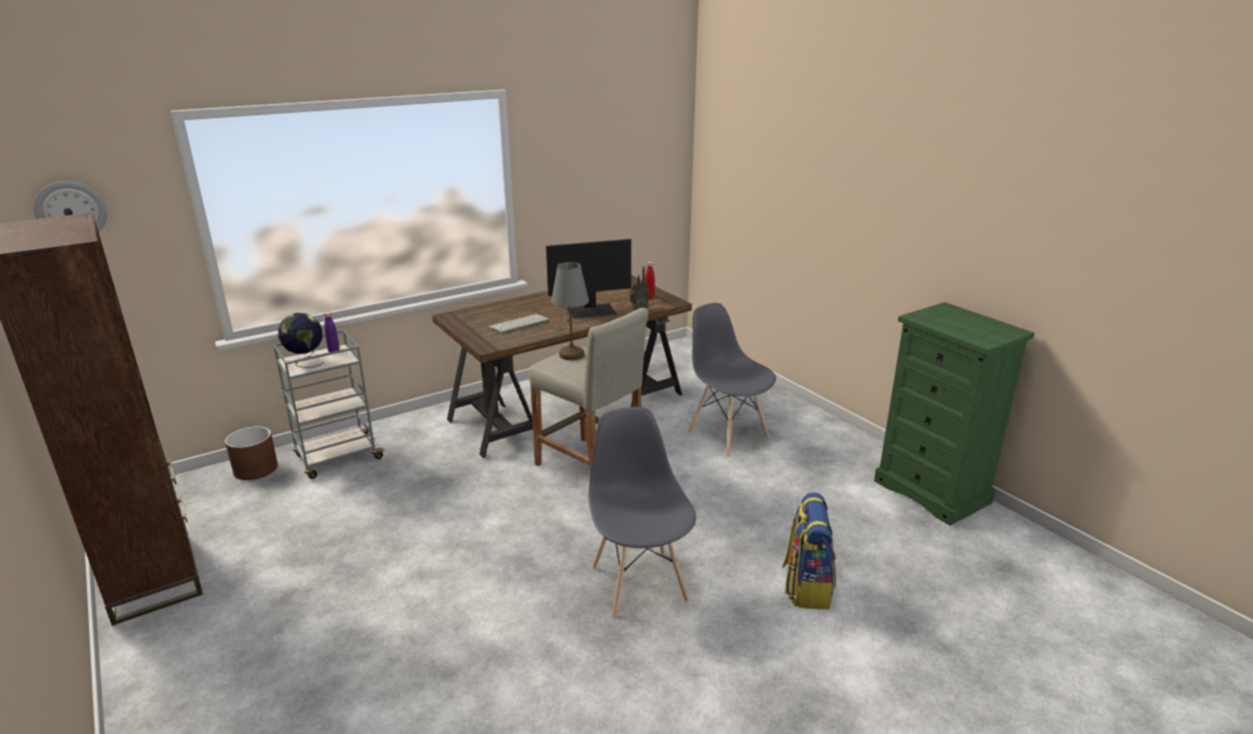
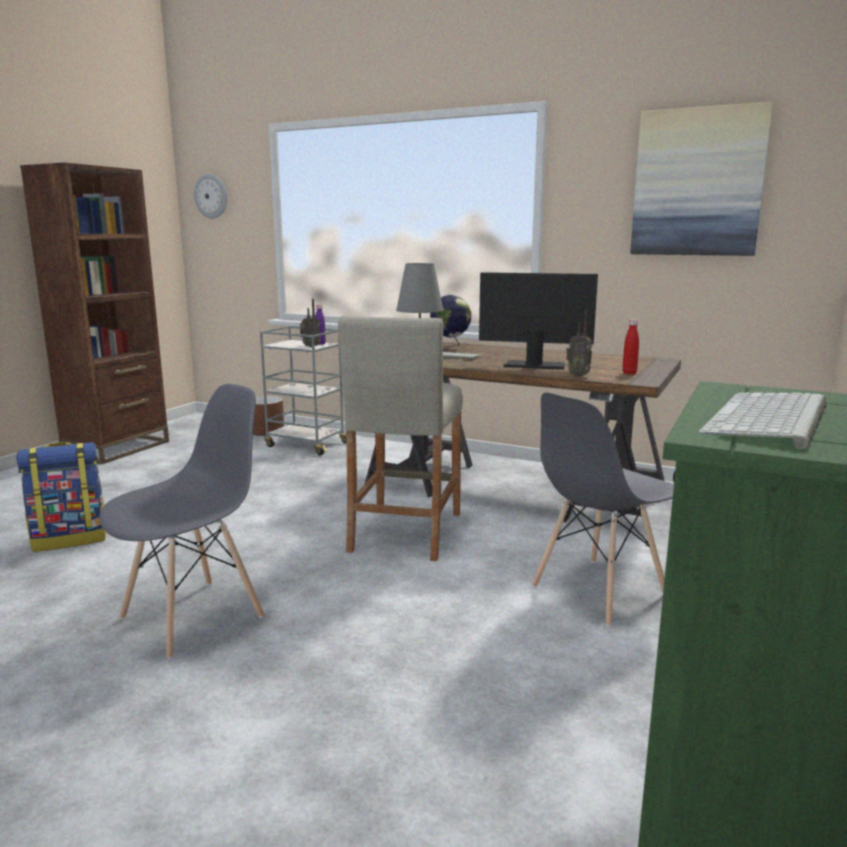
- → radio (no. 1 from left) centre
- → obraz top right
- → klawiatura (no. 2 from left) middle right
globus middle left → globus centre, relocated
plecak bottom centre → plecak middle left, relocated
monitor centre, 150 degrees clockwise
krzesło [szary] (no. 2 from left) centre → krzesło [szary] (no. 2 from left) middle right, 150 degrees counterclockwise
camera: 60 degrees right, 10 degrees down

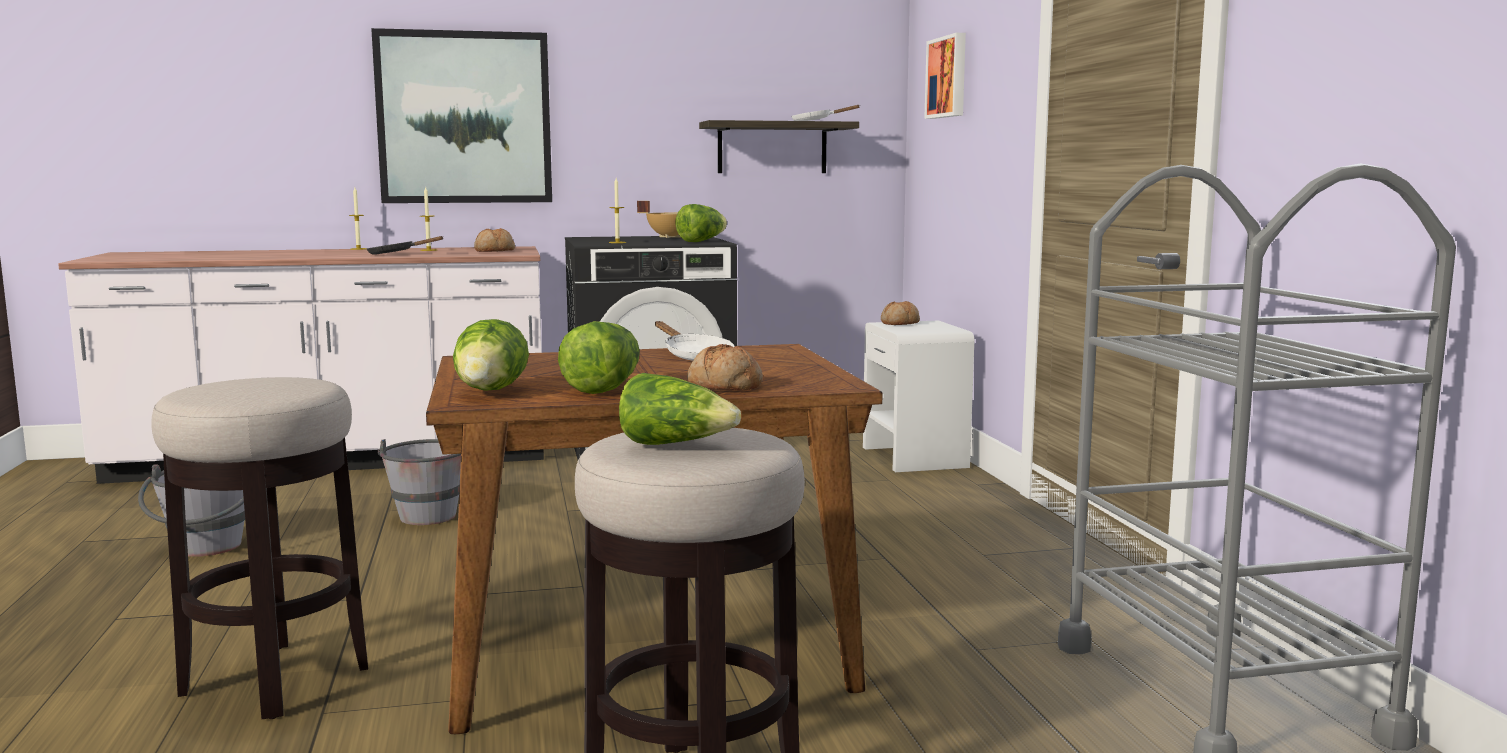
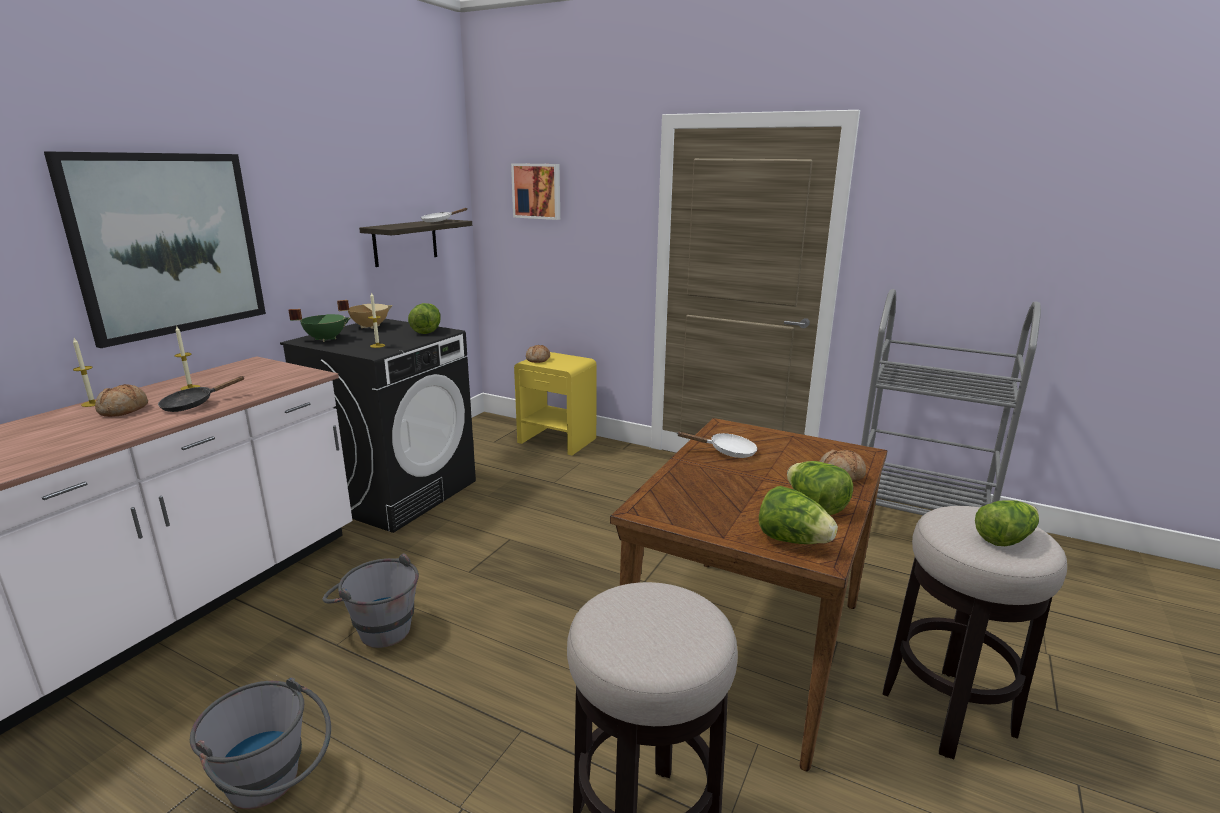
- → garnek [zielony] middle left
chleb (no. 1 from left) top left → chleb (no. 1 from left) middle left, relocated
szafka nocna [biały] centre → szafka nocna [żółty] centre
camera: 50 degrees left, 10 degrees up

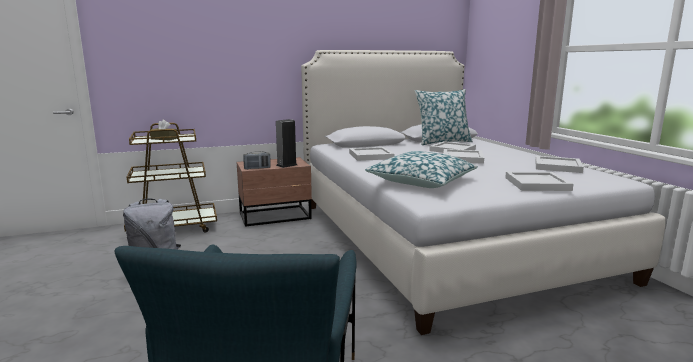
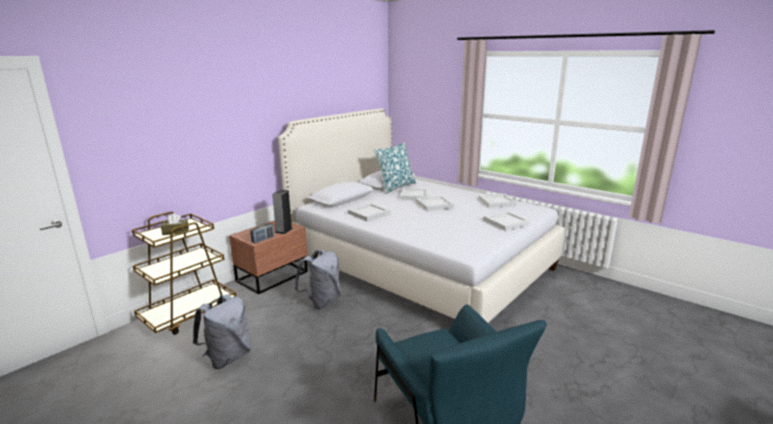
poduszka (no. 1 from left) centre → -
- → plecak [szary] (no. 2 from left) centre
camera: 30 degrees left, 5 degrees up

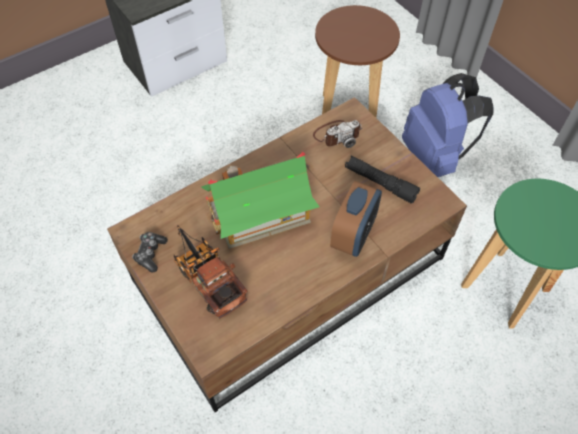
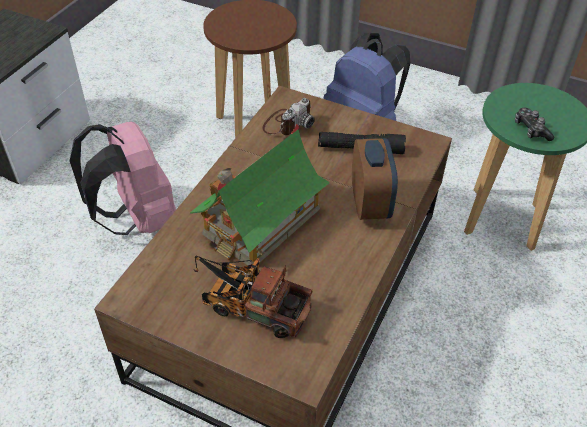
- → plecak [różowy] middle left
pad do gier middle left → pad do gier top right, relocated
camera: 30 degrees left, 10 degrees down

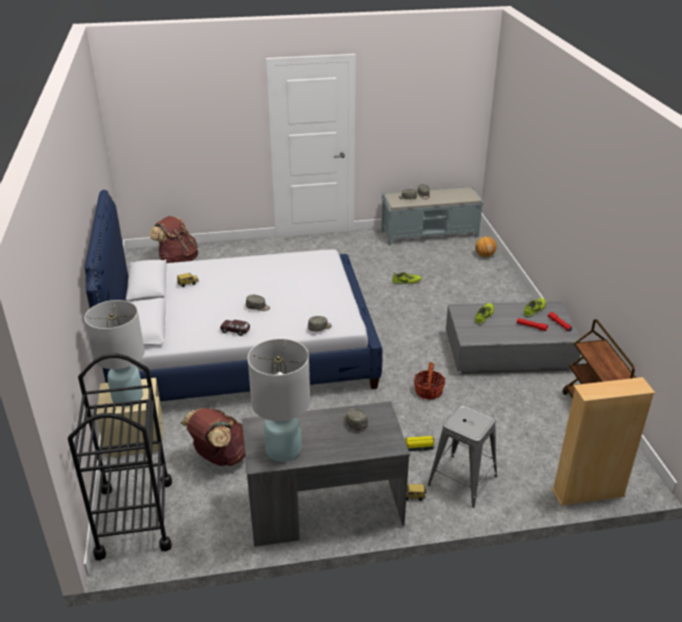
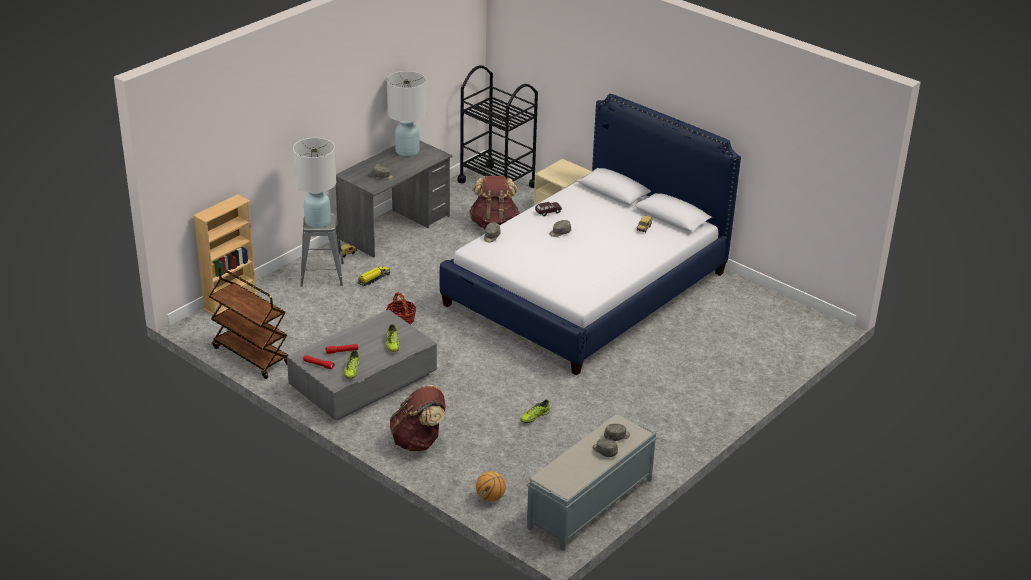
lampa stołowa [biały] (no. 1 from left) middle left → lampa stołowa [biały] (no. 1 from left) top left, relocated
plecak [brązowy] (no. 1 from left) middle left → plecak [brązowy] (no. 1 from left) bottom centre, relocated
camera: 140 degrees right, 0 degrees up

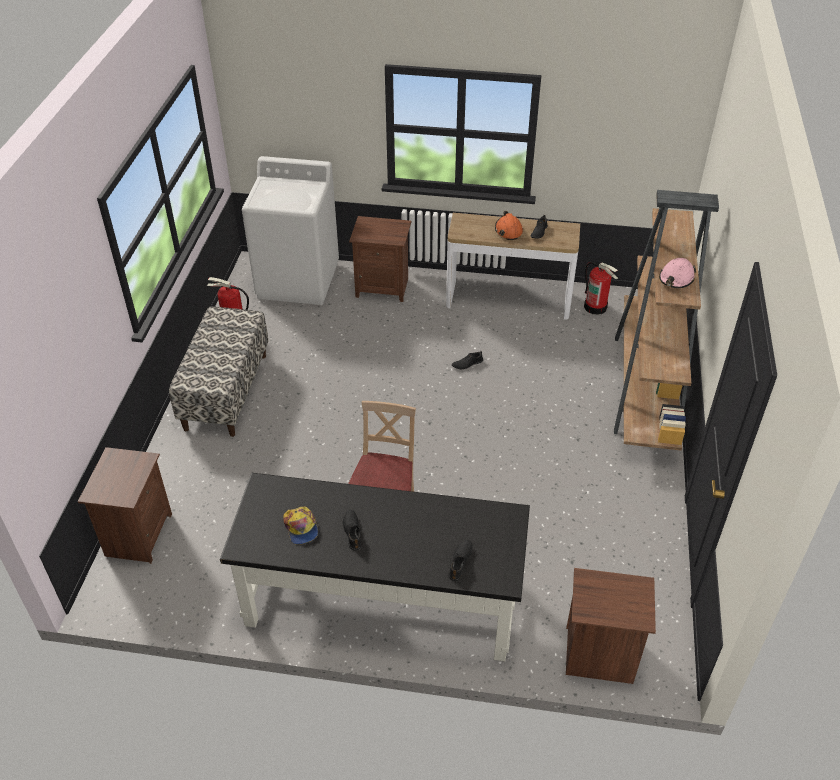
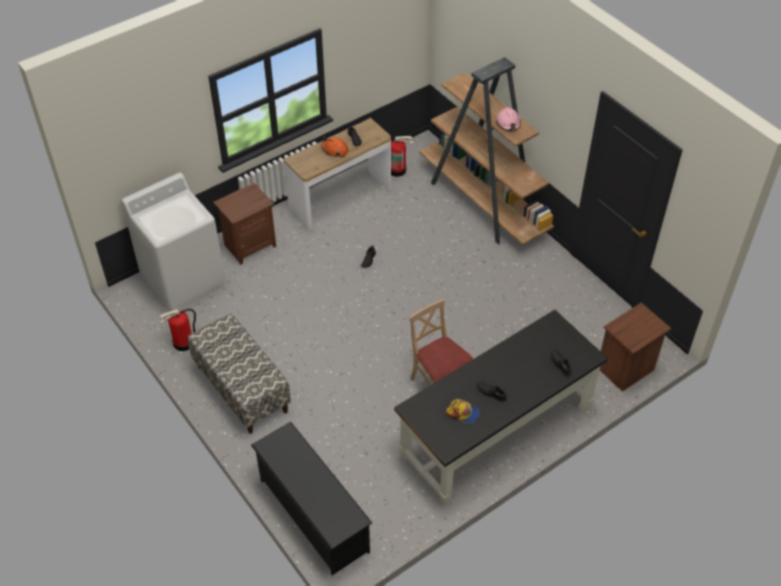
szafka nocna [brązowy] (no. 1 from left) middle left → regał na buty [czarny] bottom centre
camera: 45 degrees left, 5 degrees up

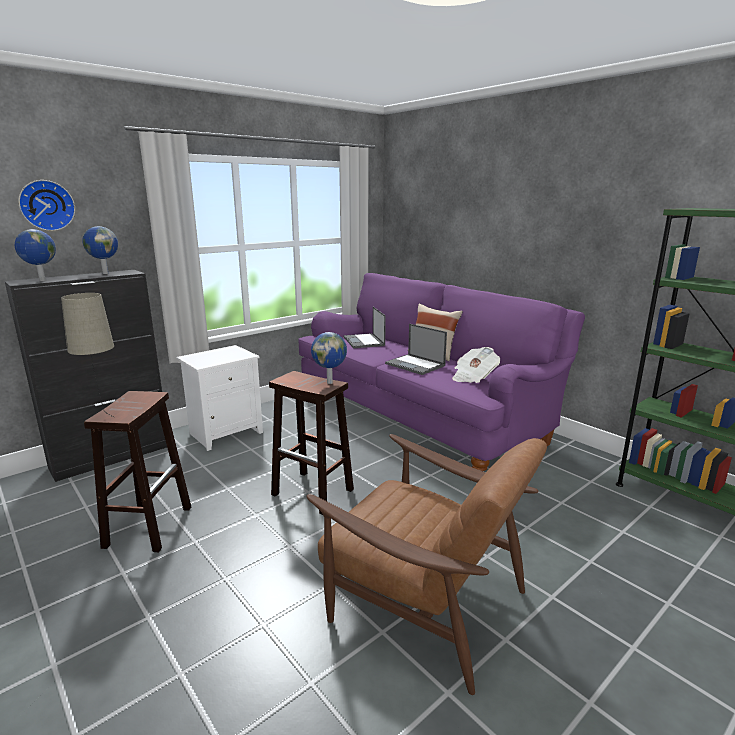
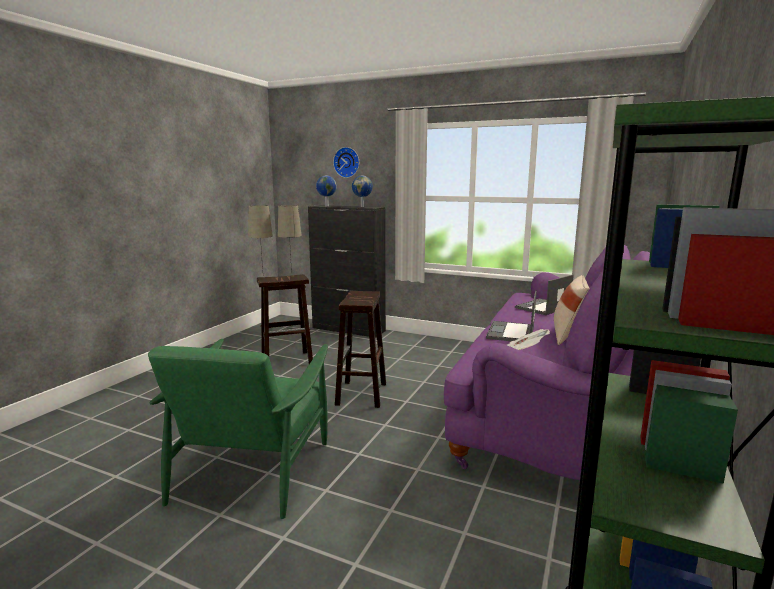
szafka nocna [biały] middle left → -
globus (no. 3 from left) centre → -
- → lampa stołowa [beżowy] (no. 2 from left) centre
fotel [brązowy] bottom centre → fotel [zielony] bottom left
camera: 65 degrees right, 5 degrees down

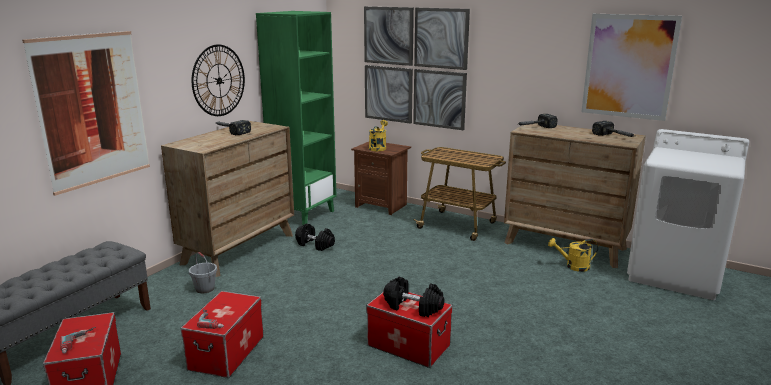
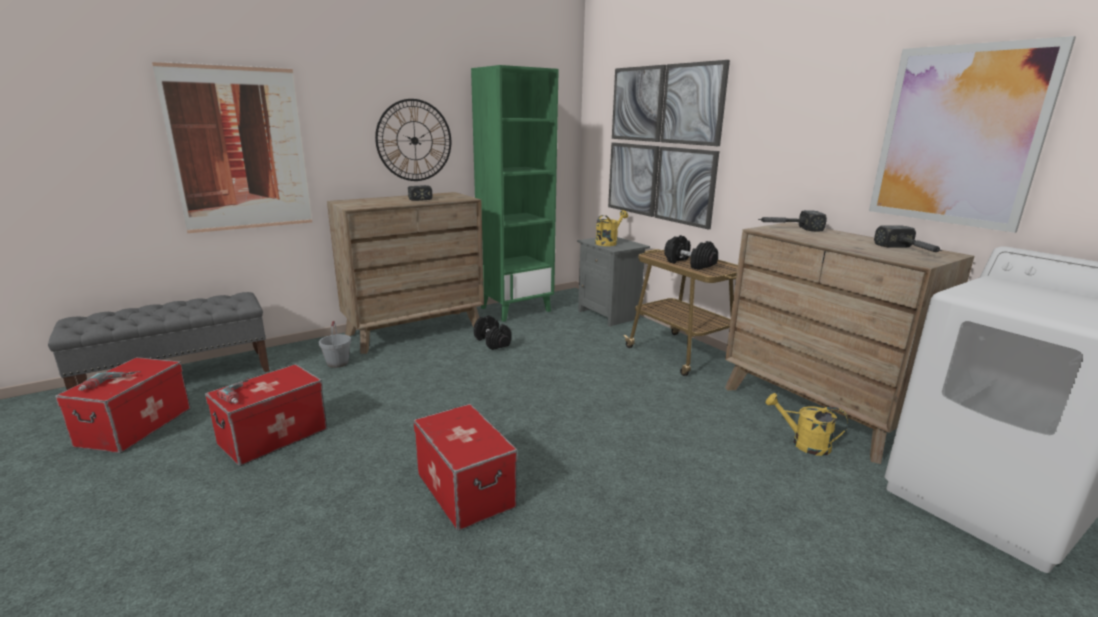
hantel [czarny] (no. 2 from left) bottom centre → hantel [czarny] (no. 2 from left) centre, relocated
szafka nocna [brązowy] centre → szafka nocna [szary] centre
camera: 25 degrees right, 0 degrees up

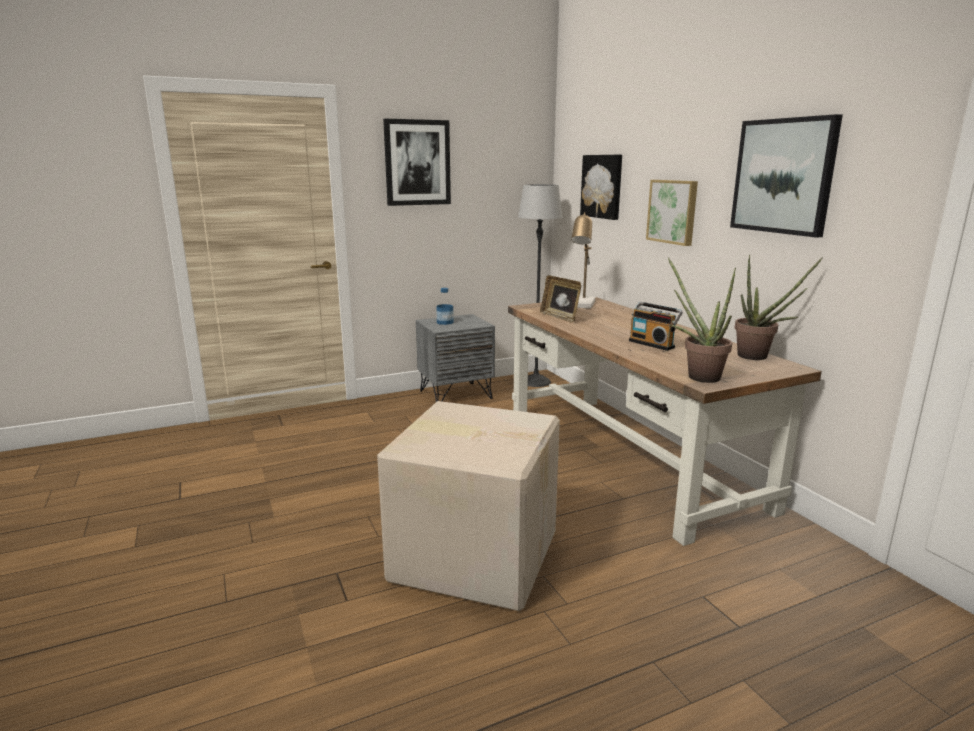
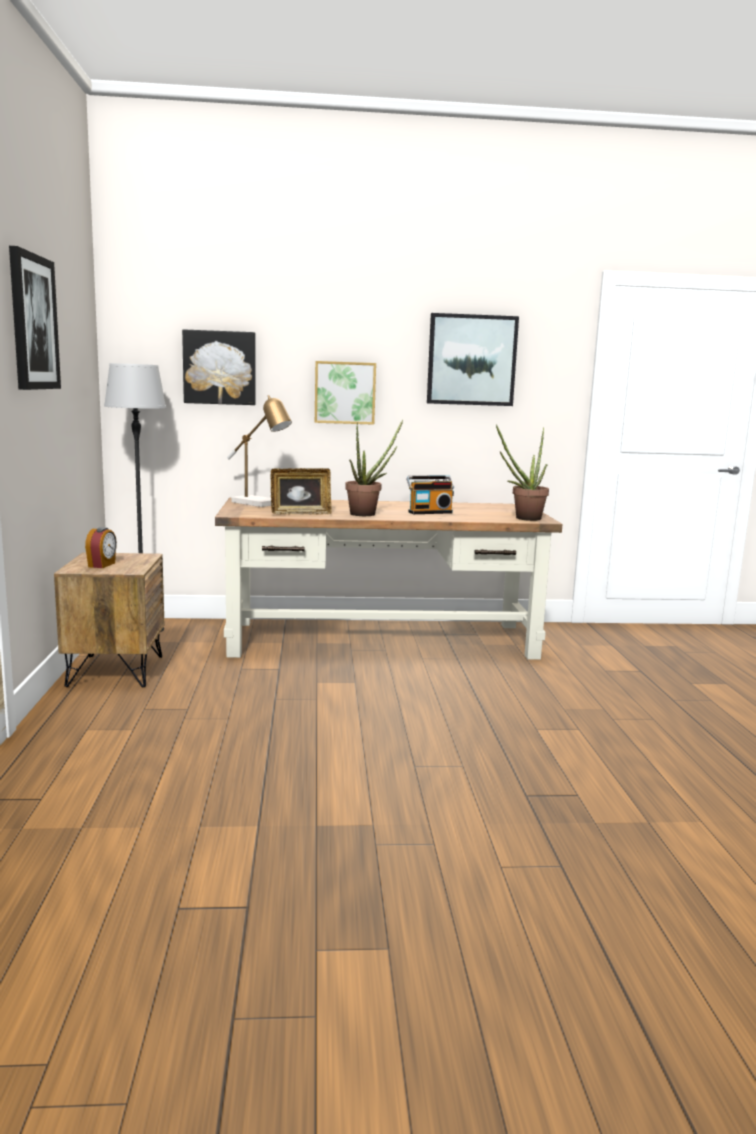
karton bottom centre → -
roślina doniczkowa (no. 2 from left in the first image) middle right → roślina doniczkowa (no. 1 from left) centre, relocated
butelka centre → budzik middle left
szafka nocna [szary] centre → szafka nocna [brązowy] middle left
camera: 70 degrees left, 5 degrees down

